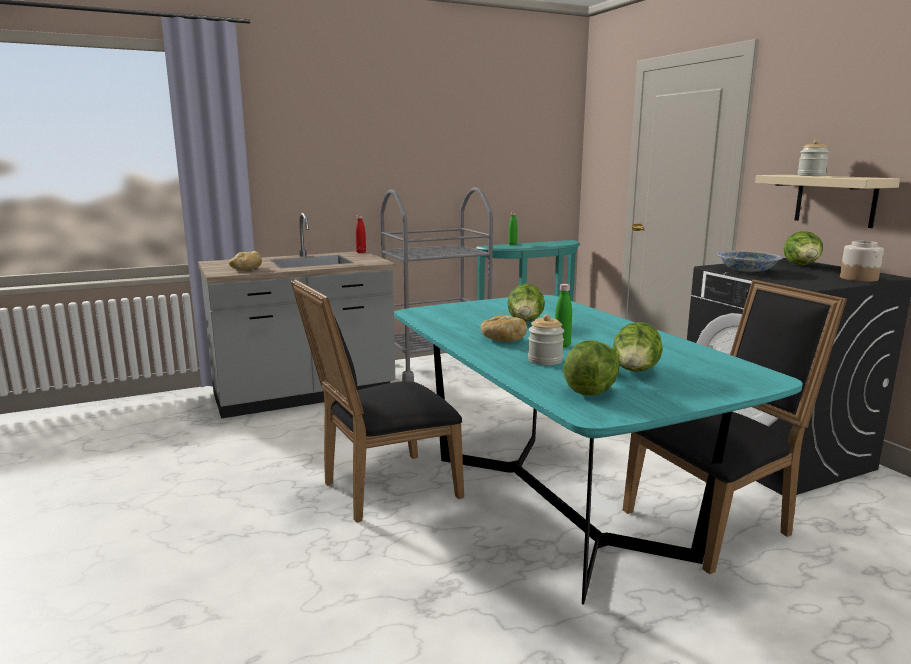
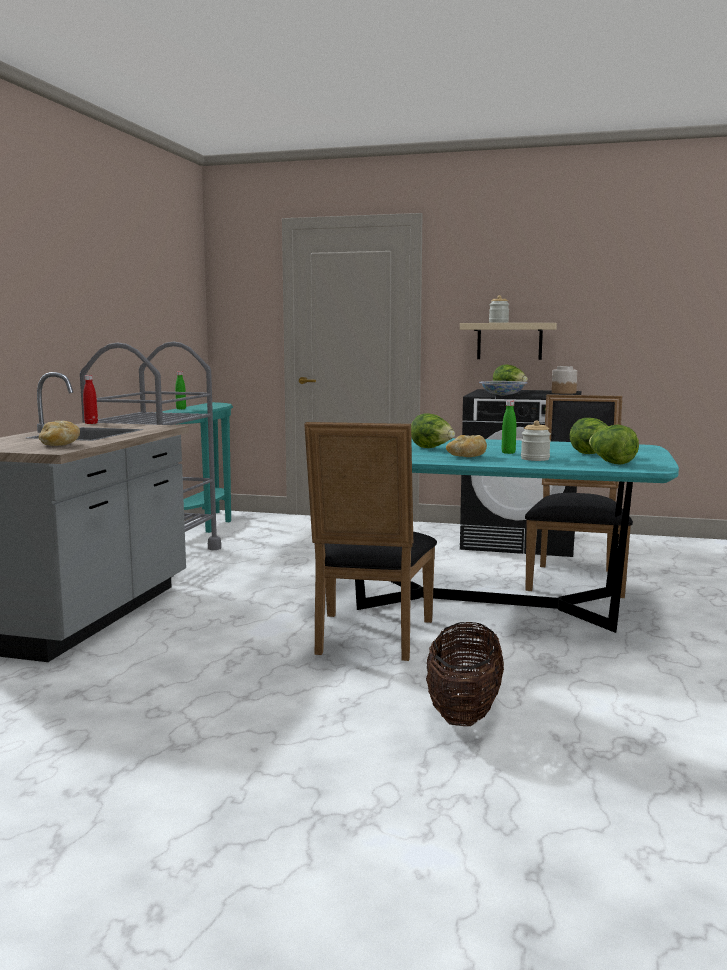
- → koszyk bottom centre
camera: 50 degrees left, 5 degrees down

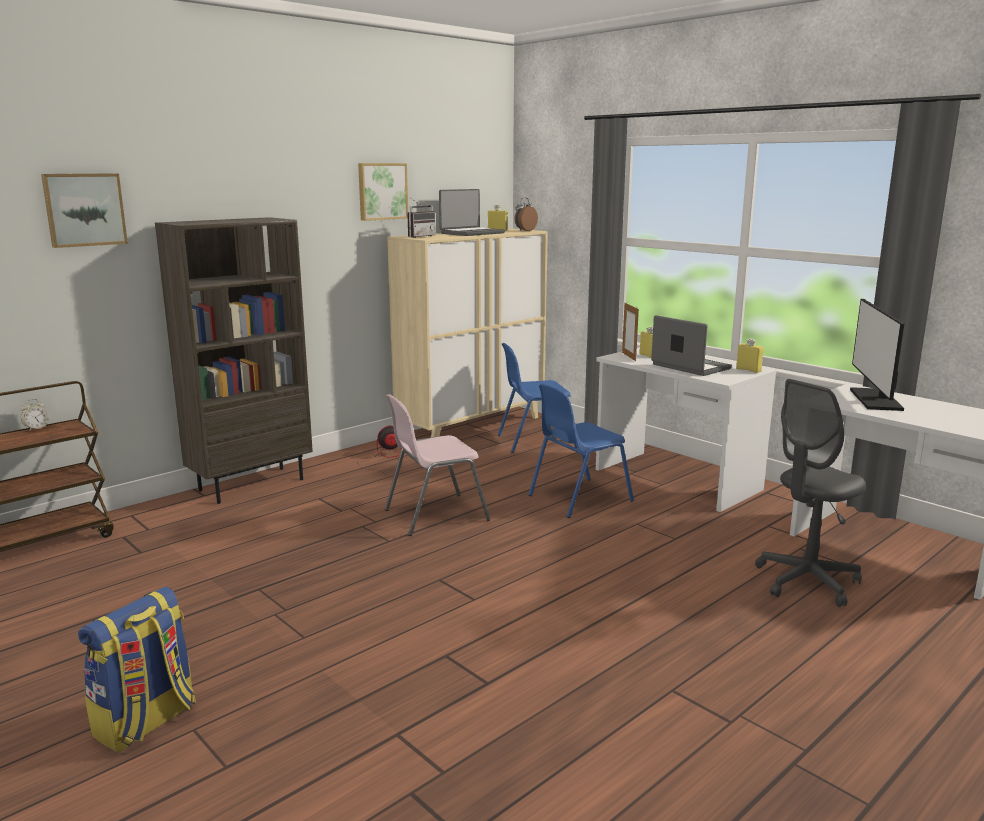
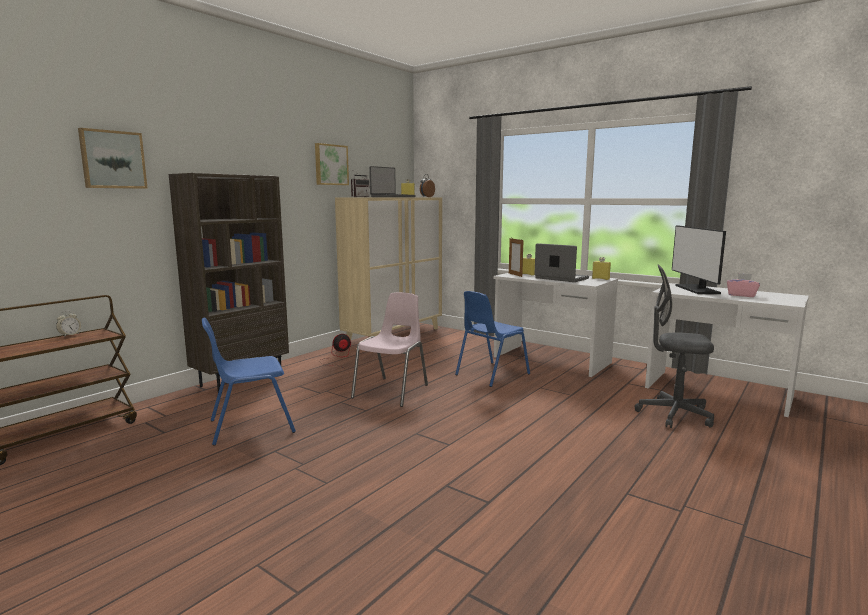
plecak bottom left → -
- → pudełko chusteczek [różowy] middle right
krzesło [niebieski] (no. 1 from left) centre → krzesło [niebieski] (no. 1 from left) middle left, relocated
krzesło [różowy] centre, 150 degrees clockwise
krzesło biurowe [szary] middle right, 60 degrees clockwise
camera: 10 degrees left, 5 degrees down

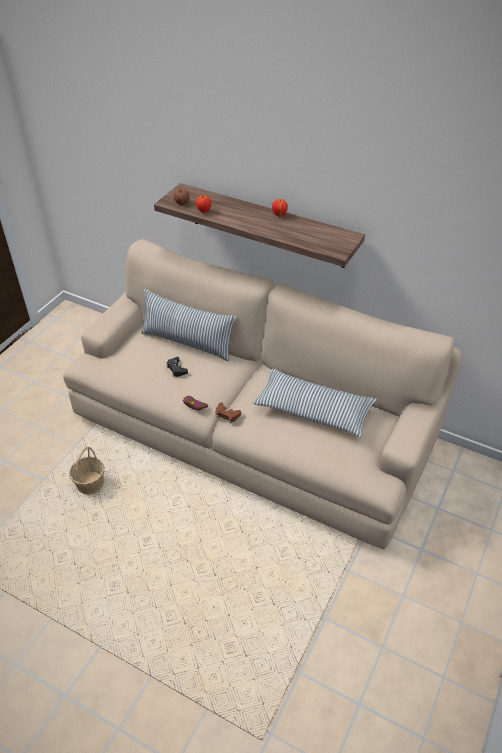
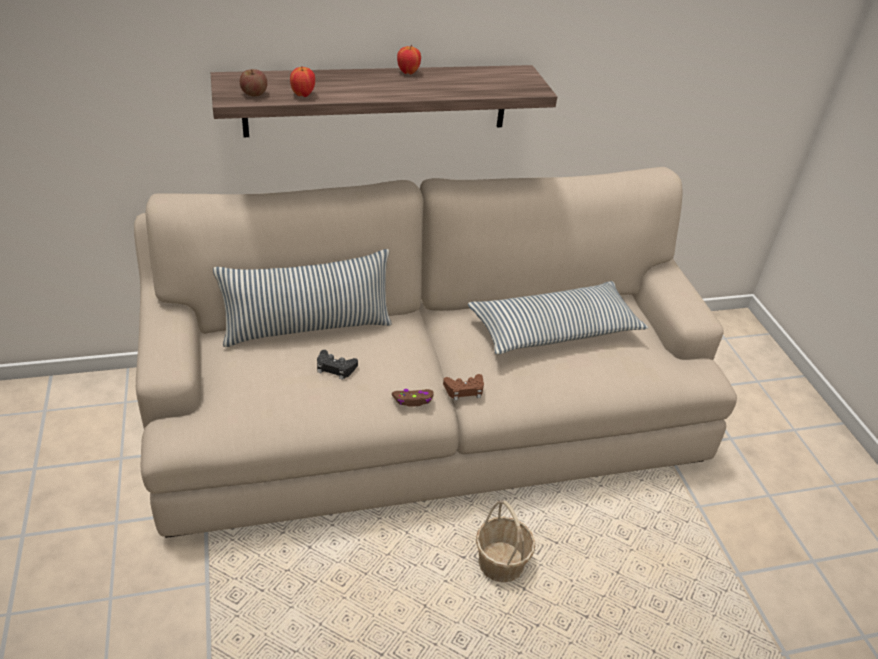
koszyk middle left → koszyk bottom centre, relocated
camera: 45 degrees left, 5 degrees down

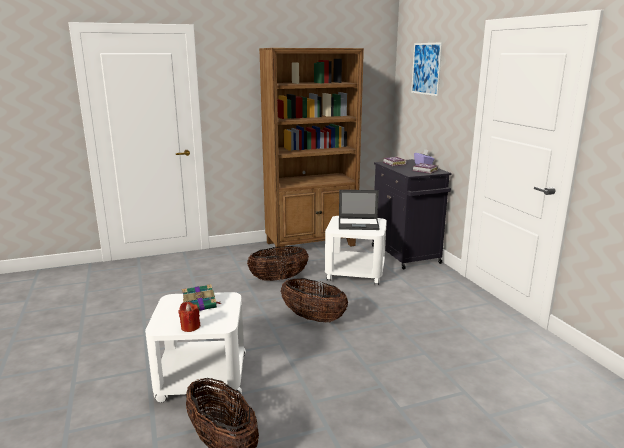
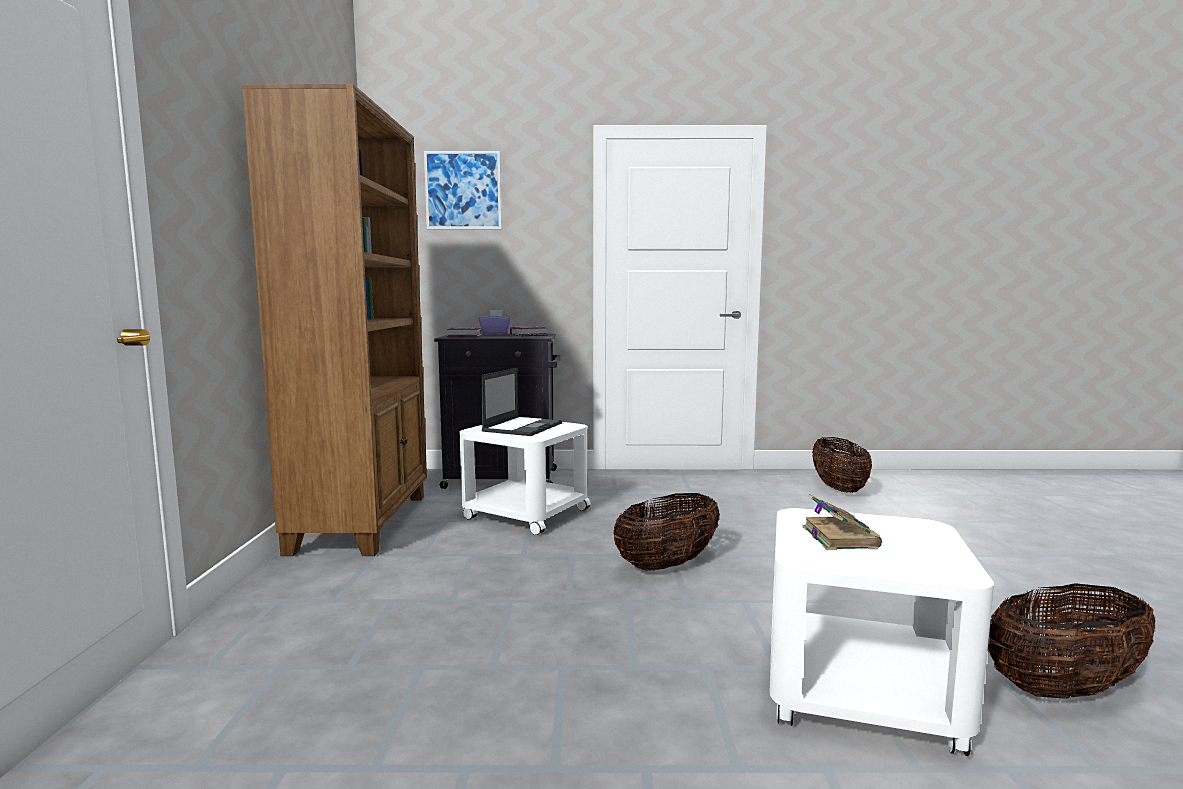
świeca [czerwony] bottom left → -
koszyk (no. 2 from left) centre → koszyk (no. 2 from left) middle right, relocated
camera: 70 degrees left, 10 degrees down

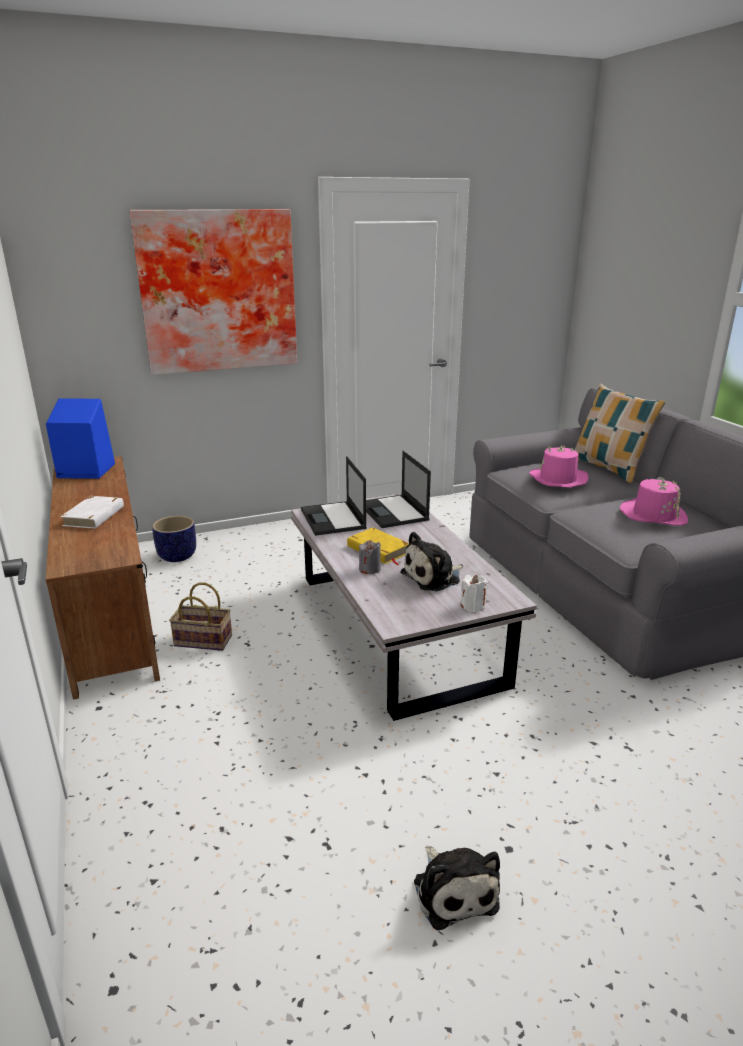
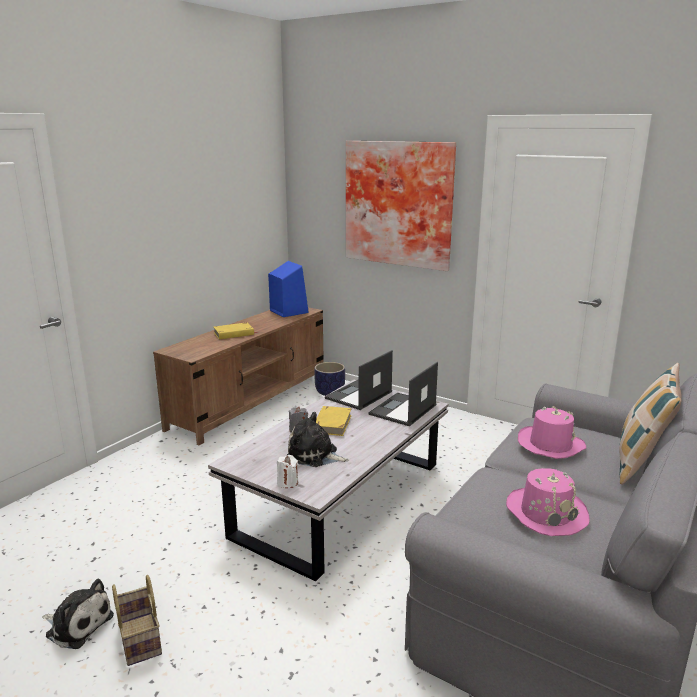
koszyk middle left → koszyk bottom left, relocated
książka [biały] middle left → książka [żółty] (no. 1 from left) centre
pluszak (no. 2 from left in the first image) bottom centre → pluszak (no. 1 from left) bottom left, 105 degrees counterclockwise
camera: 55 degrees right, 5 degrees down

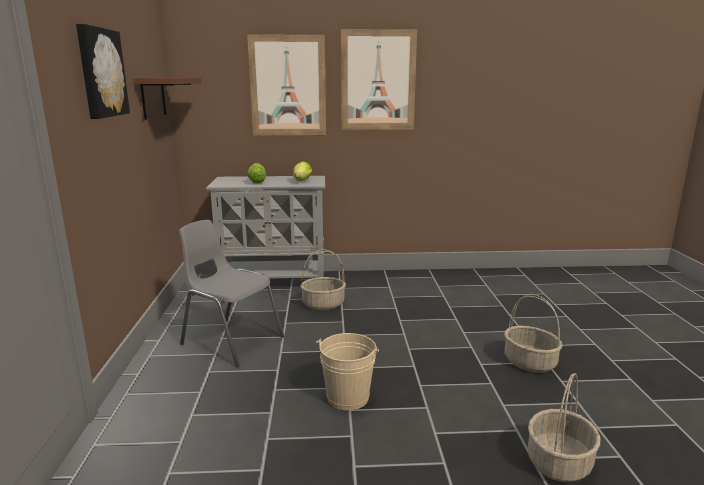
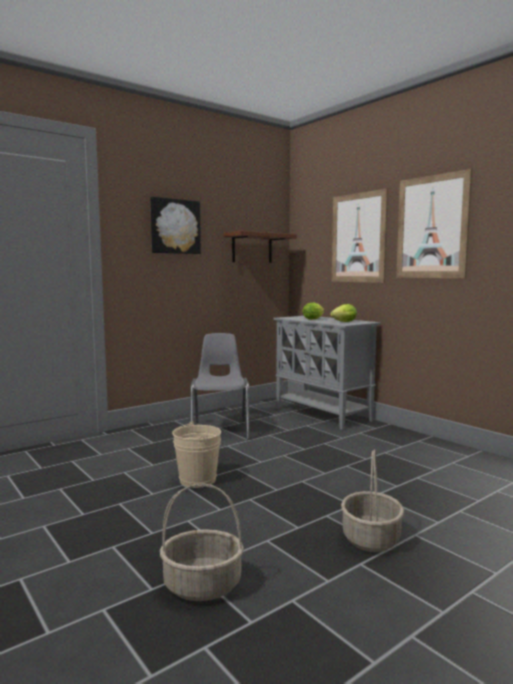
koszyk (no. 1 from left) centre → -
camera: 55 degrees right, 10 degrees down

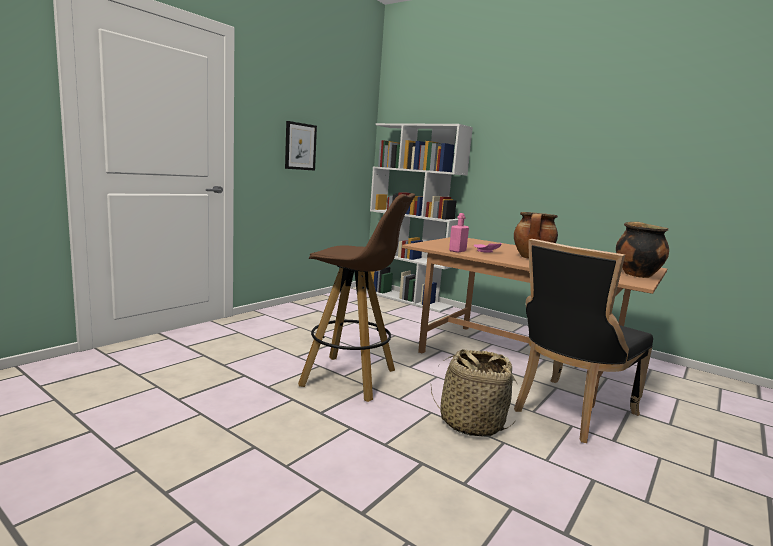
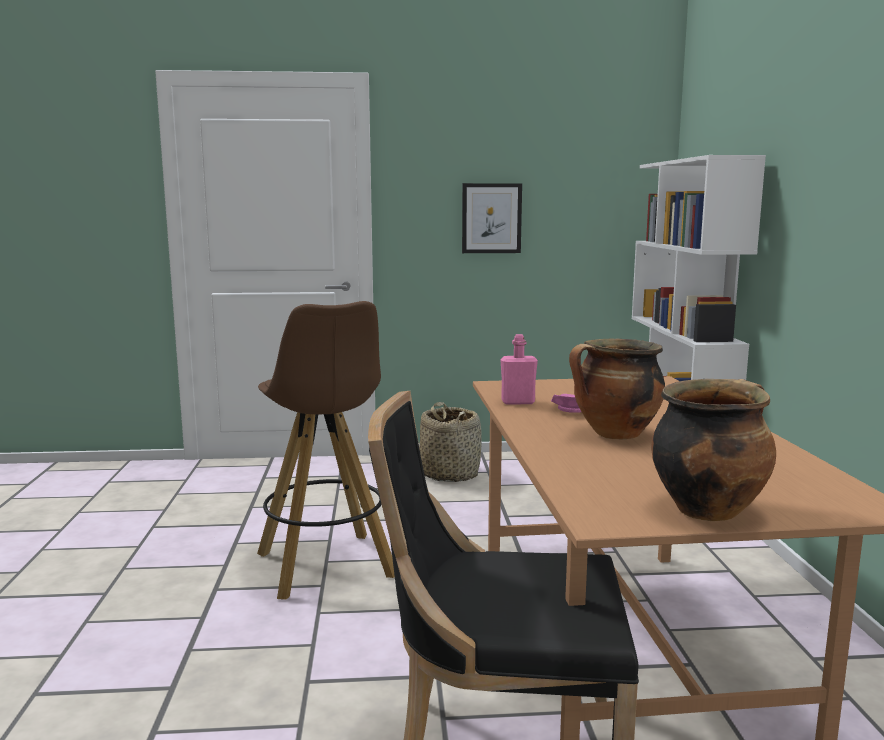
koszyk bottom centre → koszyk centre, relocated
camera: 50 degrees right, 0 degrees up

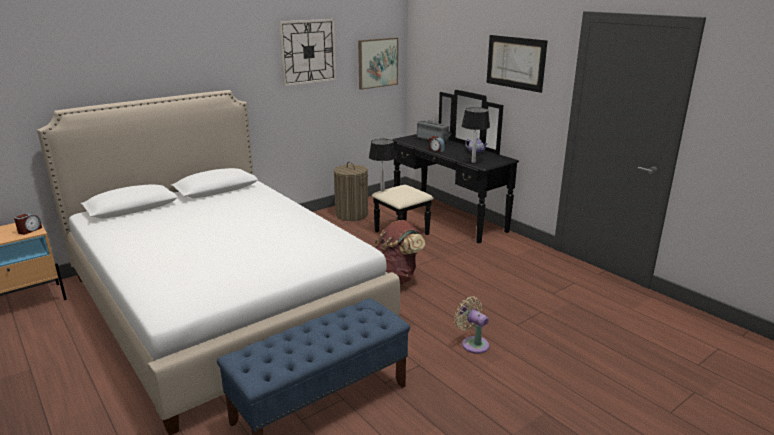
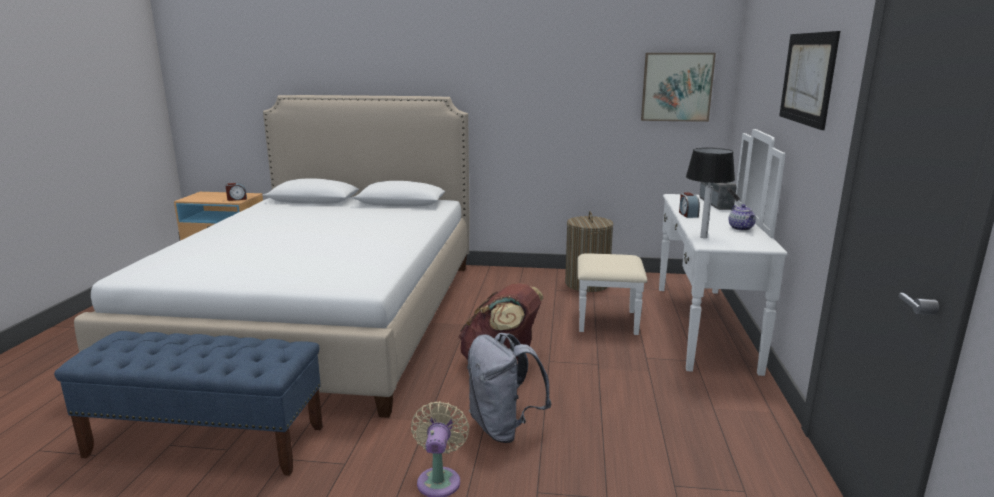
zegar ścienny top centre → -
lampa stołowa (no. 1 from left) centre → -
- → plecak [szary] bottom centre
komoda [czarny] centre → komoda [biały] middle right
camera: 45 degrees right, 5 degrees down

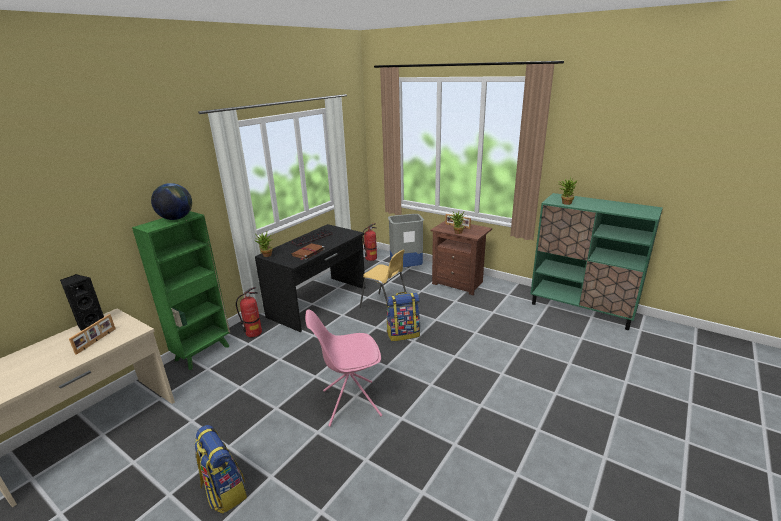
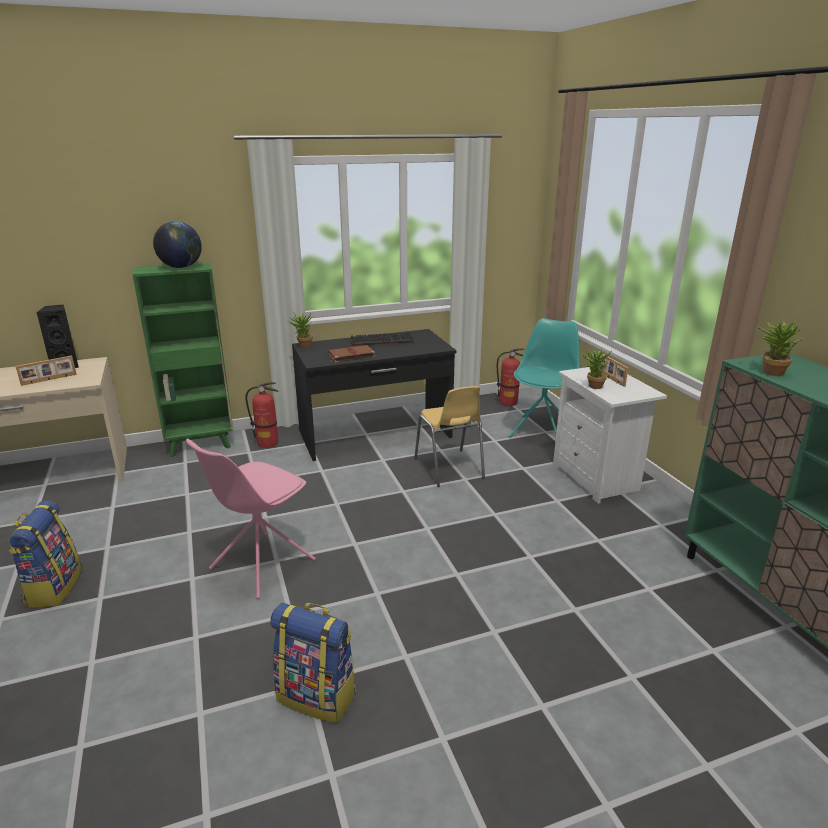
plecak (no. 2 from left) centre → plecak (no. 2 from left) bottom centre, relocated
kosz na śmieci [szary] centre → krzesło [turkusowy] centre
szafka nocna [brązowy] centre → szafka nocna [biały] middle right
krzesło [różowy] bottom centre → krzesło [różowy] middle left, 75 degrees counterclockwise
camera: 35 degrees right, 0 degrees up

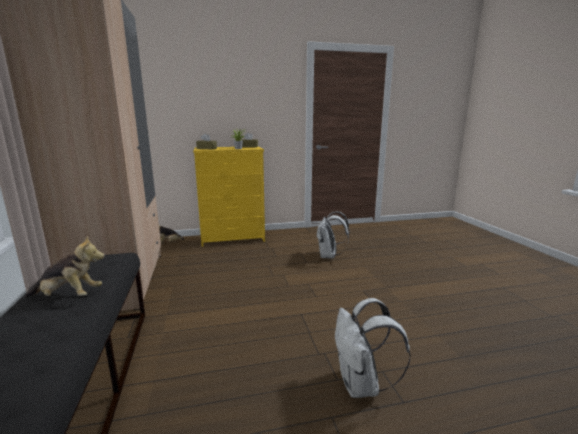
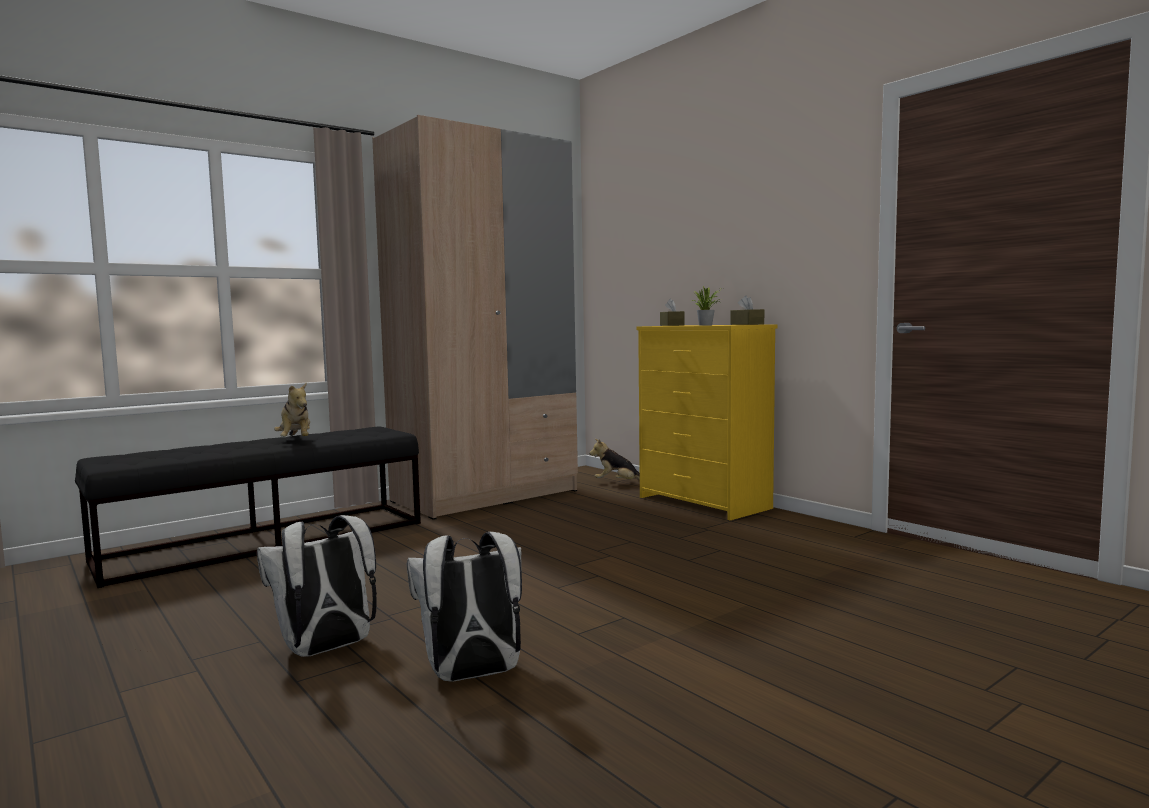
plecak [biały] (no. 1 from left in the first image) centre → plecak [biały] (no. 2 from left) bottom centre, relocated
camera: 65 degrees right, 10 degrees down

